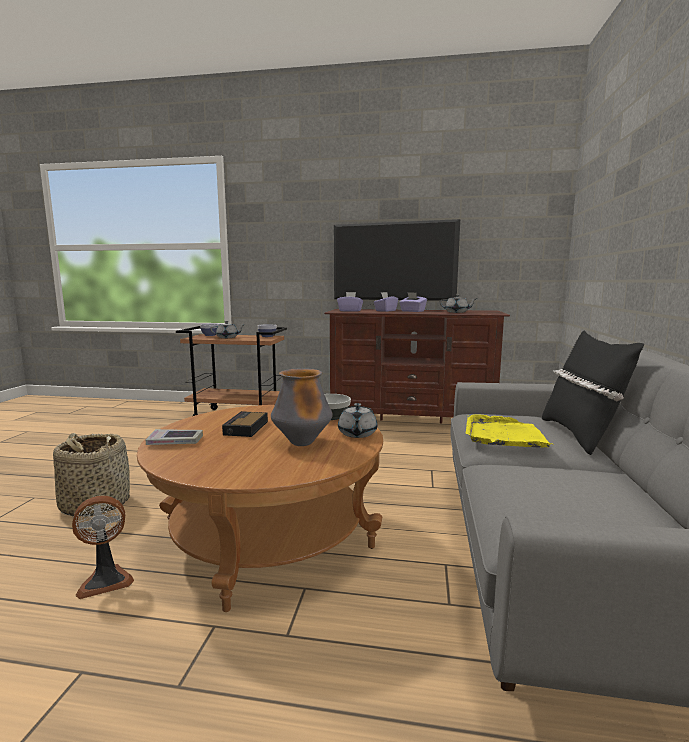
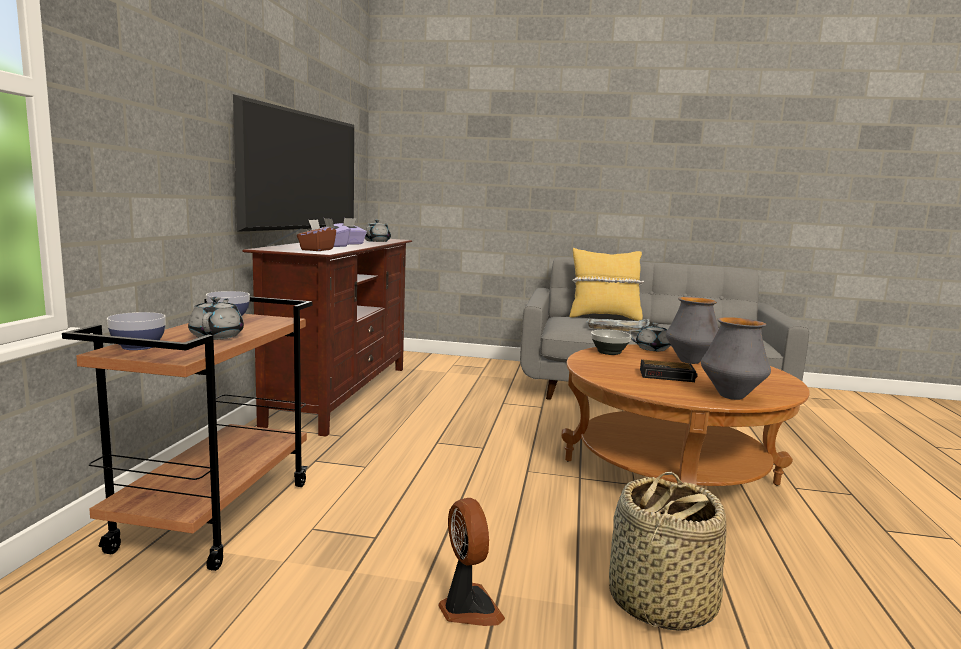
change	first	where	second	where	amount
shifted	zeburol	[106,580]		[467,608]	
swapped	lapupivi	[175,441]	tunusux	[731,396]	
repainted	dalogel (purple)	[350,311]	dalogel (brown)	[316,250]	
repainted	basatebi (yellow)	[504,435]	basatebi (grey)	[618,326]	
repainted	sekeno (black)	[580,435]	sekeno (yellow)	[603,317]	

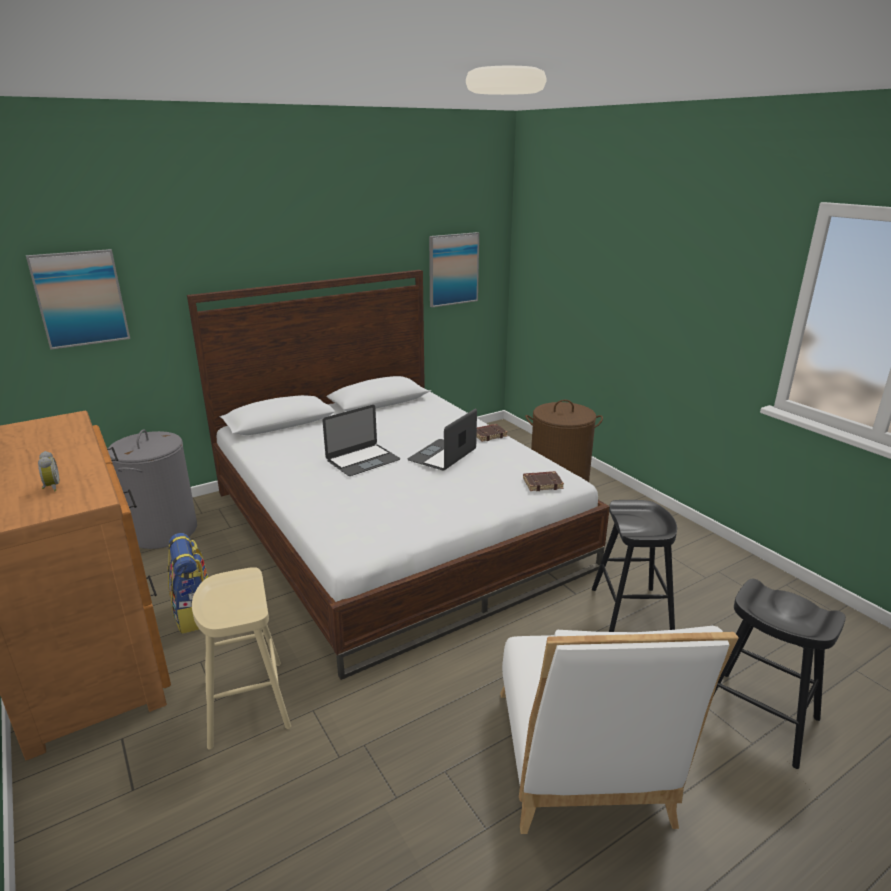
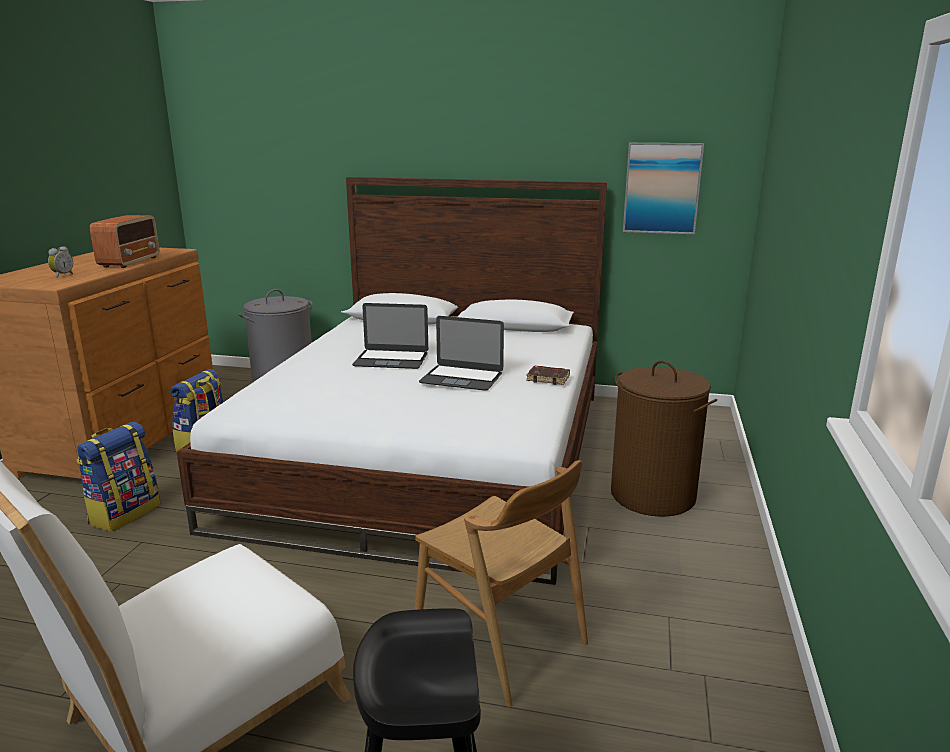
change	first	where	second	where	amount
gone	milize	[80,298]			
swapped	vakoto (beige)	[247,703]	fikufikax	[124,513]	
rotated	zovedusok	[442,455]		[461,378]	150 degrees counterclockwise
gone	lapupivi (brown)	[542,483]			
swapped	vakoto (black)	[631,612]	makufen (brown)	[500,641]	
new			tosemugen	[130,262]	

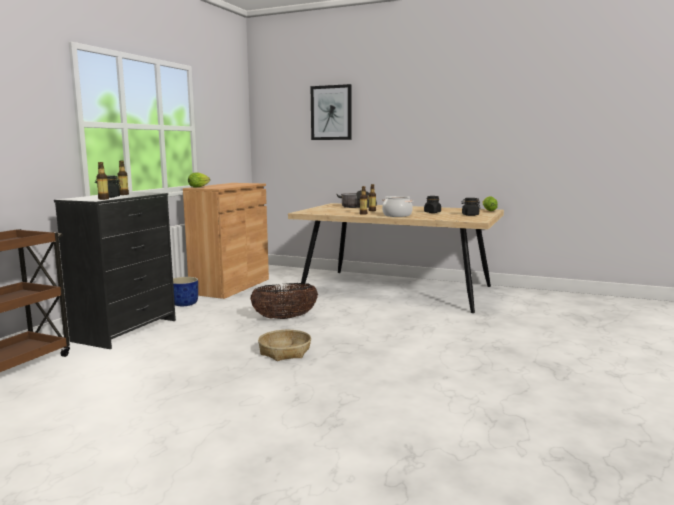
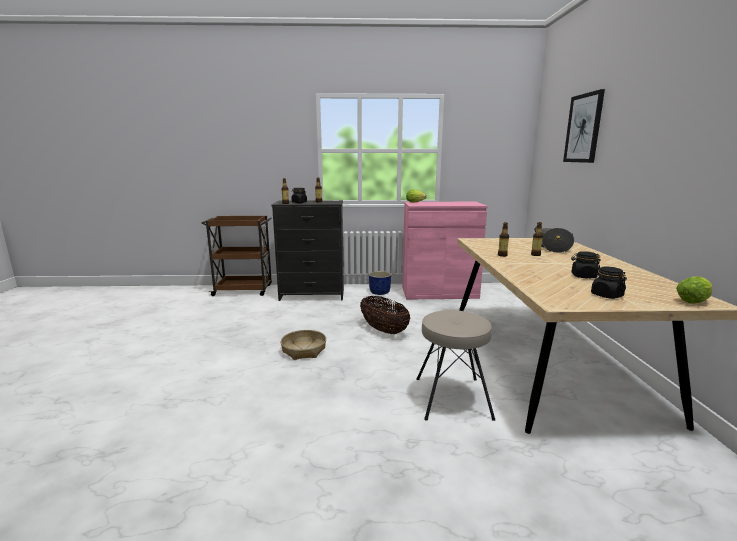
change	first	where	second	where	amount
repainted	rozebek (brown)	[231,286]	rozebek (pink)	[439,293]	
gone	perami	[397,215]			
new			vakoto (beige)	[451,398]	

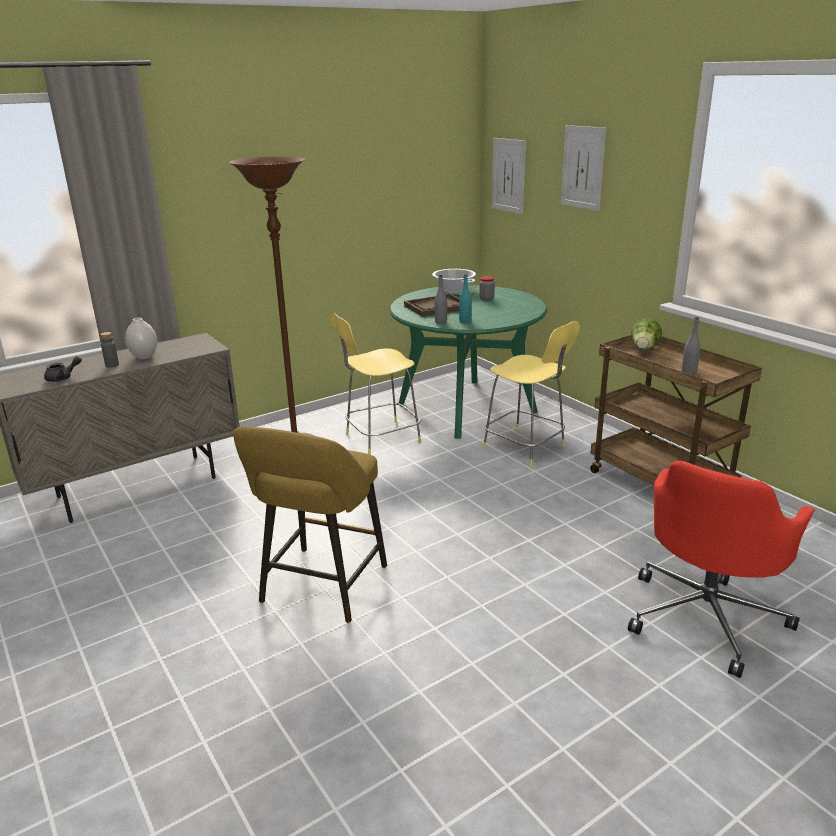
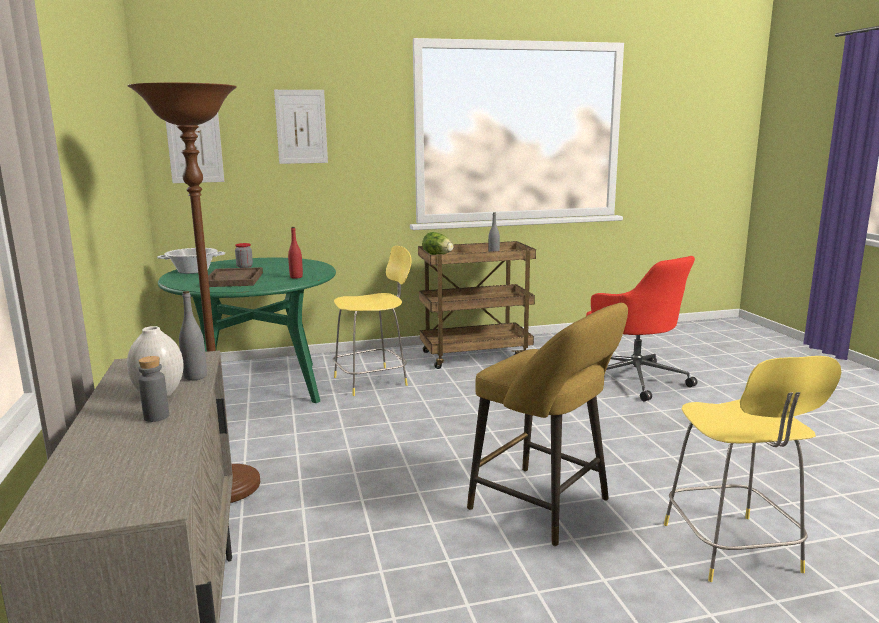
change	first	where	second	where	amount
gone	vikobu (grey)	[63,378]			
shifted	vakoto (yellow)	[380,439]		[732,550]	
shifted	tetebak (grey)	[441,322]		[195,377]	
repainted	tetebak (turquoise)	[465,321]	tetebak (red)	[296,277]	

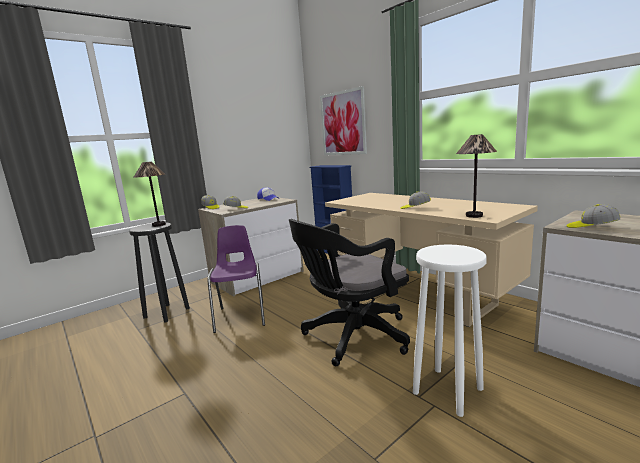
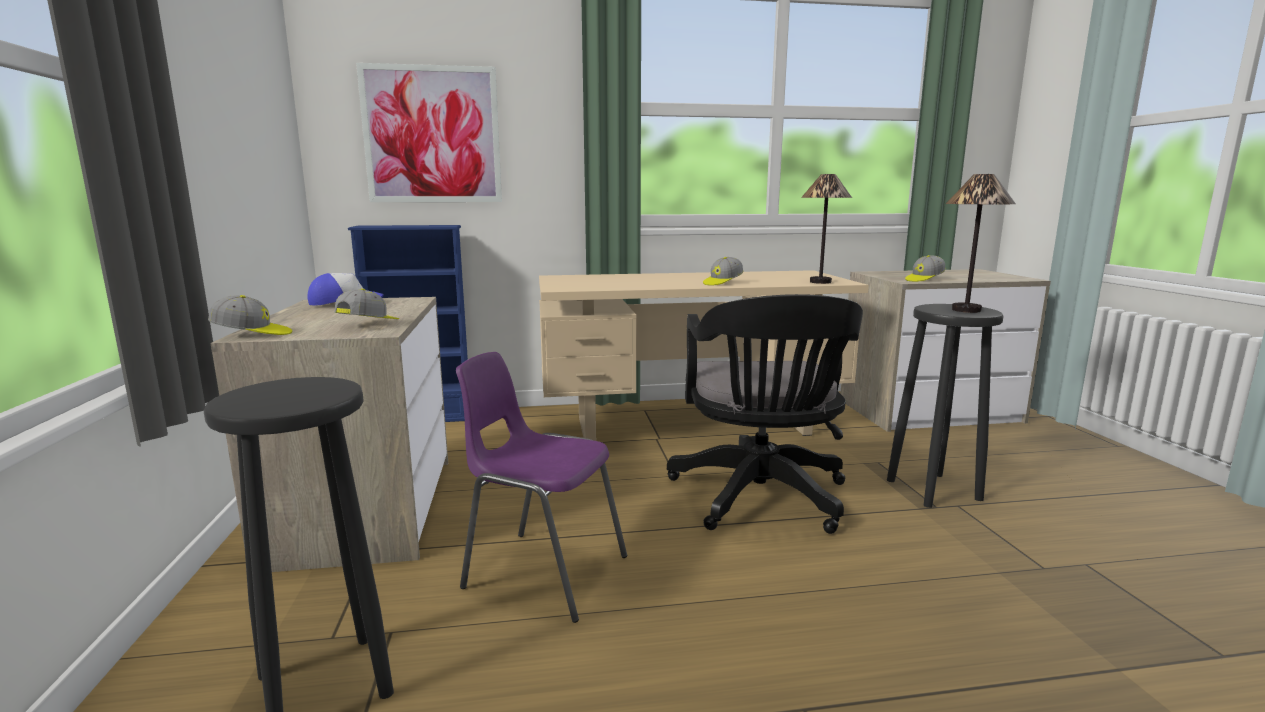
change	first	where	second	where	amount
shifted	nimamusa	[159,225]		[965,310]	
repainted	vakoto (white)	[448,391]	vakoto (black)	[934,489]	

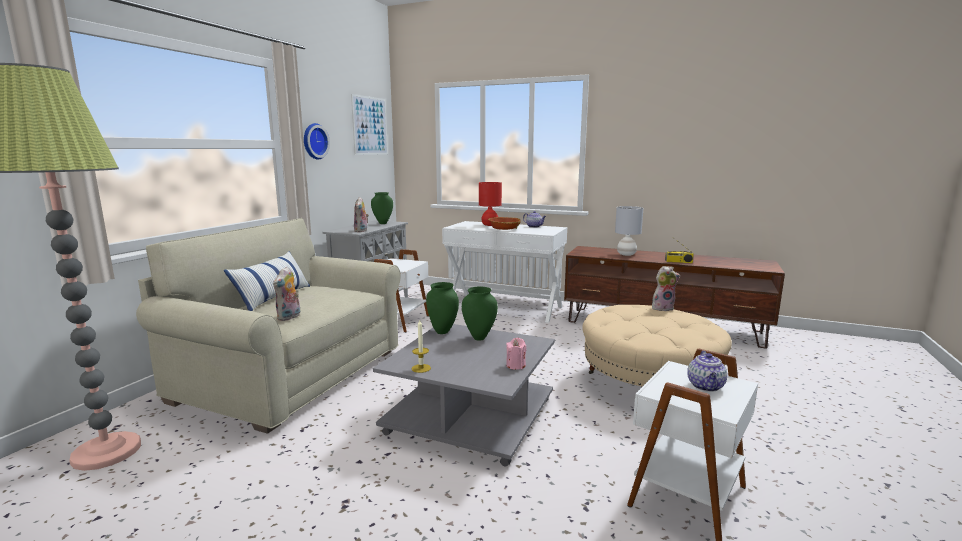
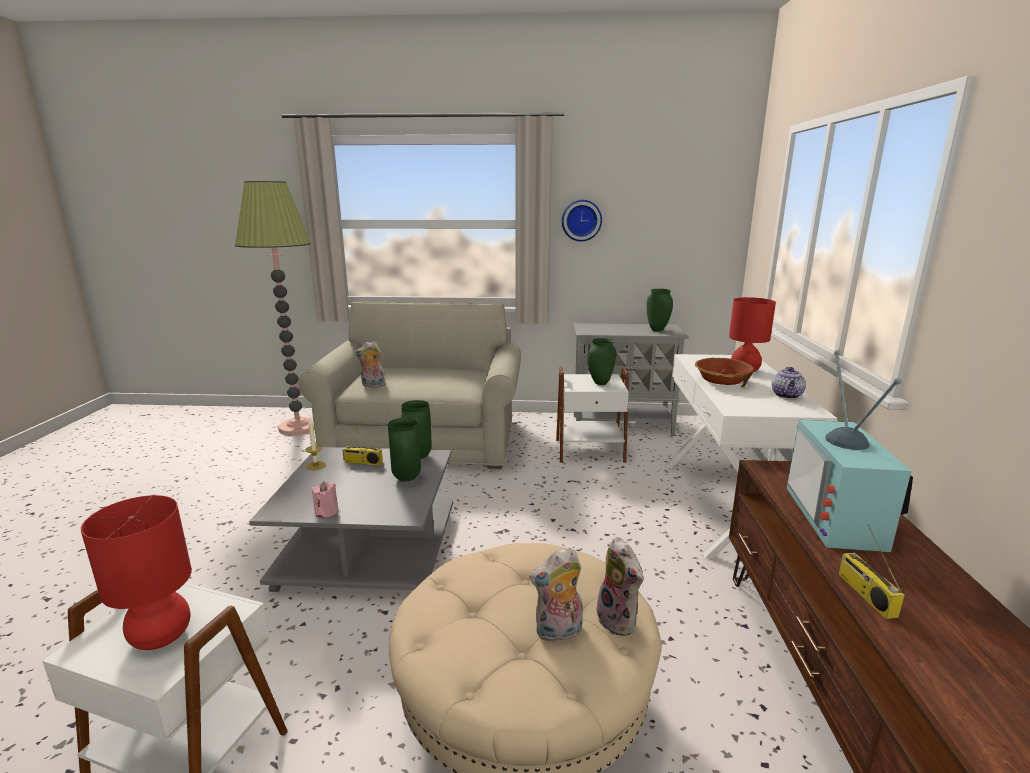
change	first	where	second	where	amount
gone	sekeno	[273,298]			
gone	milize	[370,126]			
shifted	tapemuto	[361,231]		[558,632]	
swapped	nimamusa (grey)	[626,254]	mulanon	[841,518]	
swapped	vikobu	[706,386]	nimamusa (red)	[160,637]	
new			tosemugen	[362,462]	
new			tunusux (green)	[600,383]	

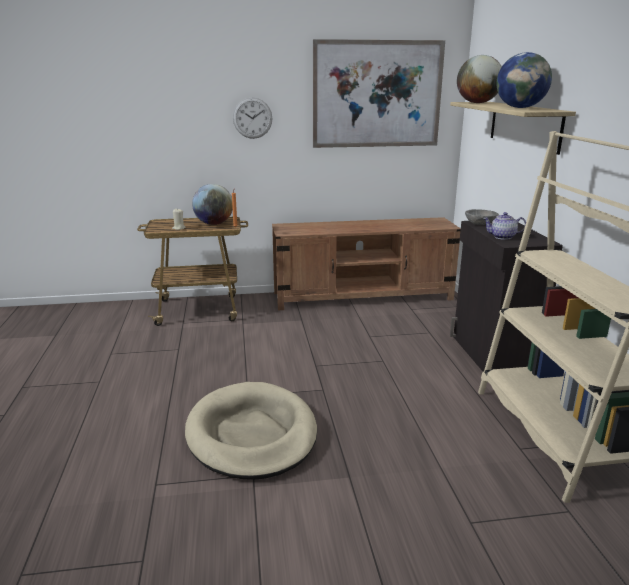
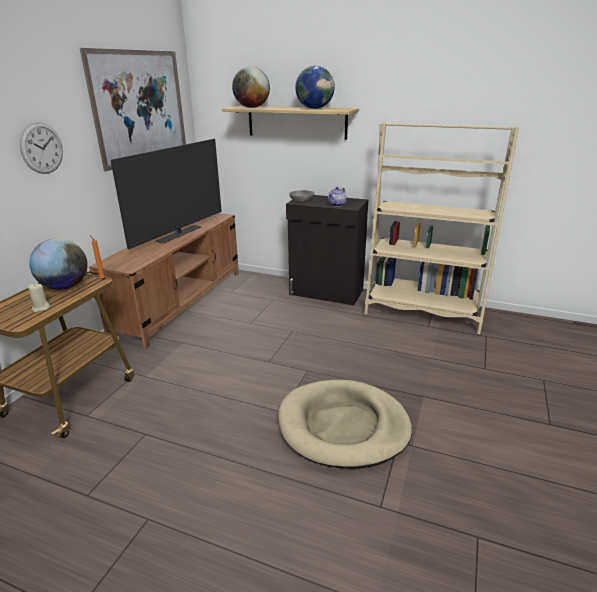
change	first	where	second	where	amount
new			mulanon	[179,234]	

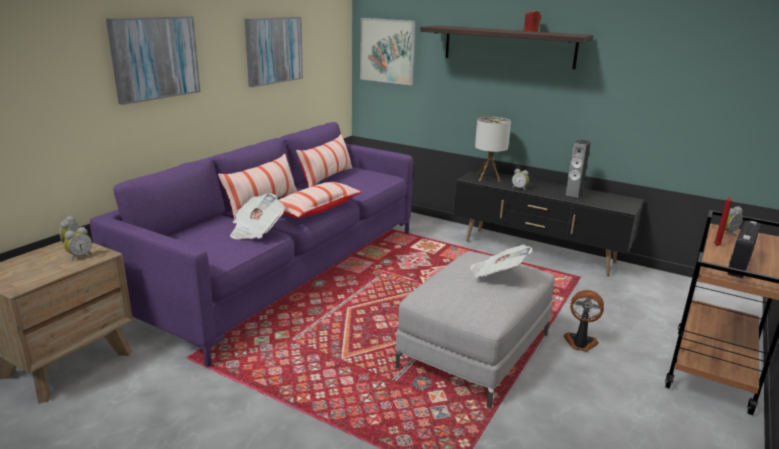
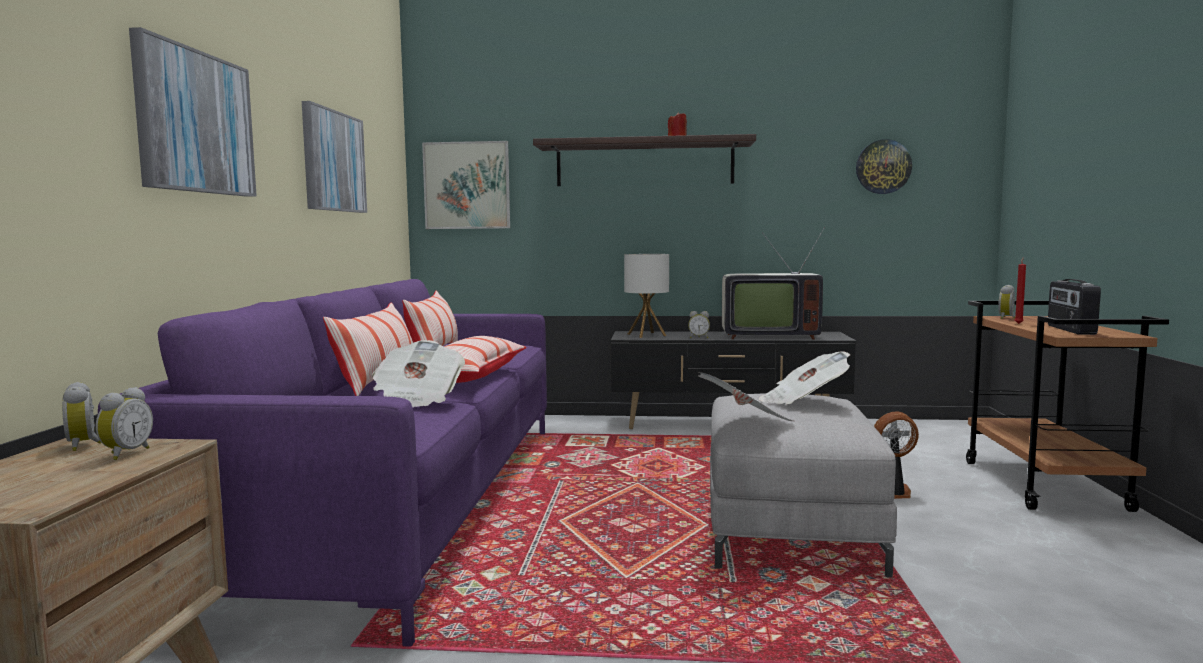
change	first	where	second	where	amount
swapped	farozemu	[573,196]	mulanon	[767,336]	
new			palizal	[745,422]	
new			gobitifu	[883,167]	

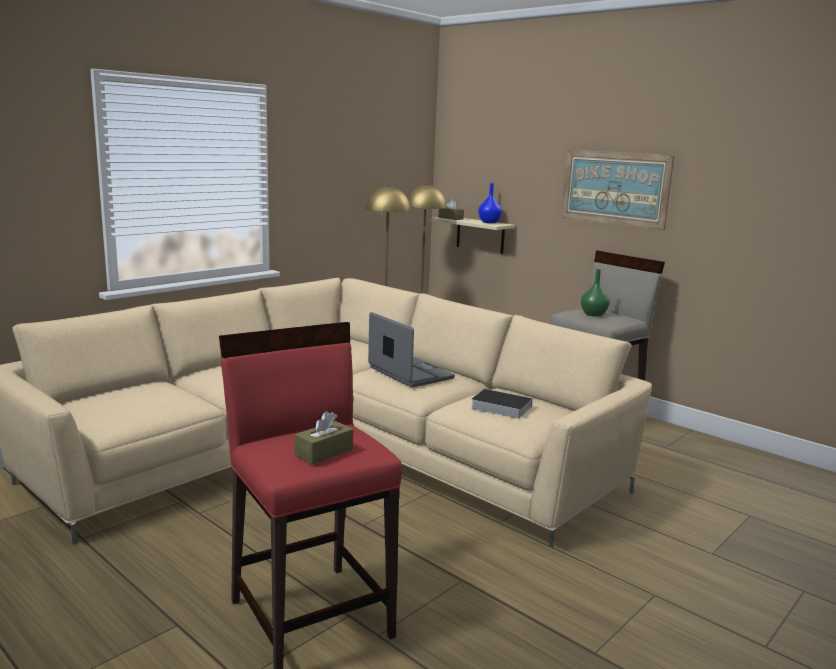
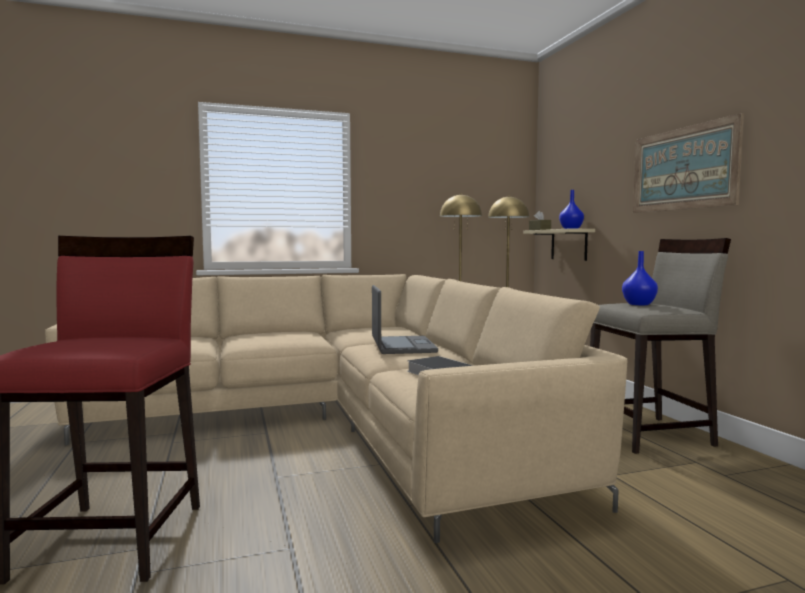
change	first	where	second	where	amount
gone	dalogel (brown)	[324,452]			
repainted	tunusux (green)	[594,314]	tunusux (blue)	[639,304]	

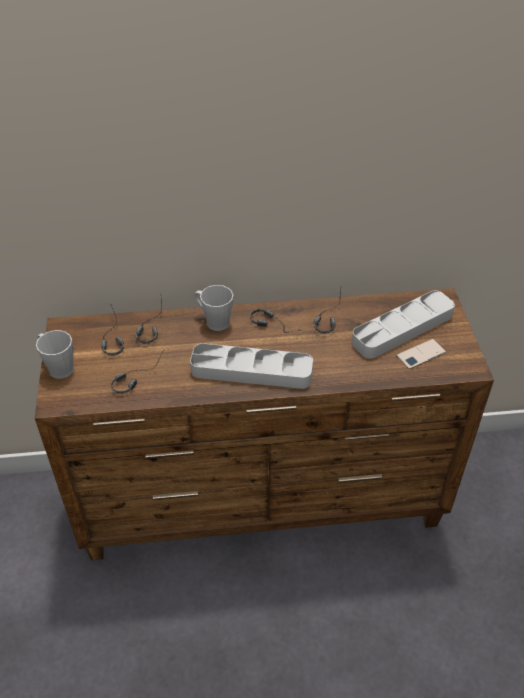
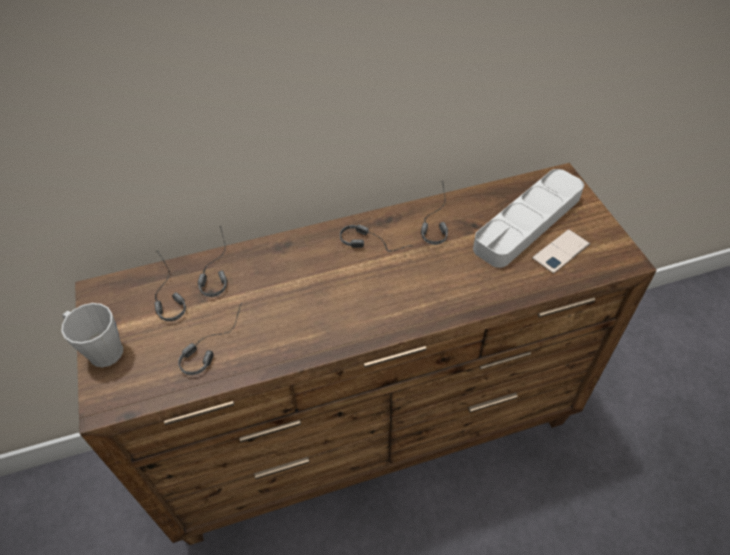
change	first	where	second	where	amount
gone	basatebi (grey)	[251,371]			
gone	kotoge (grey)	[213,321]			

